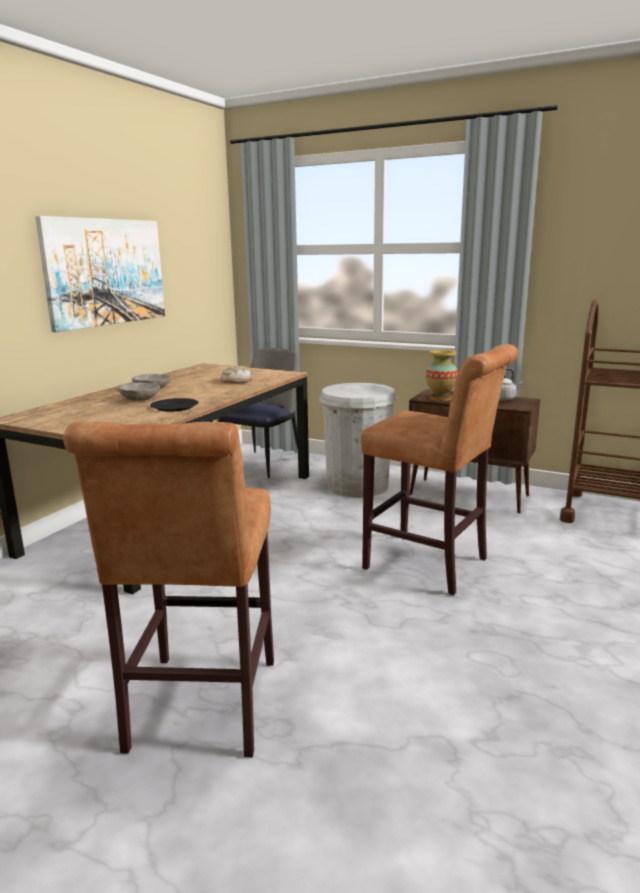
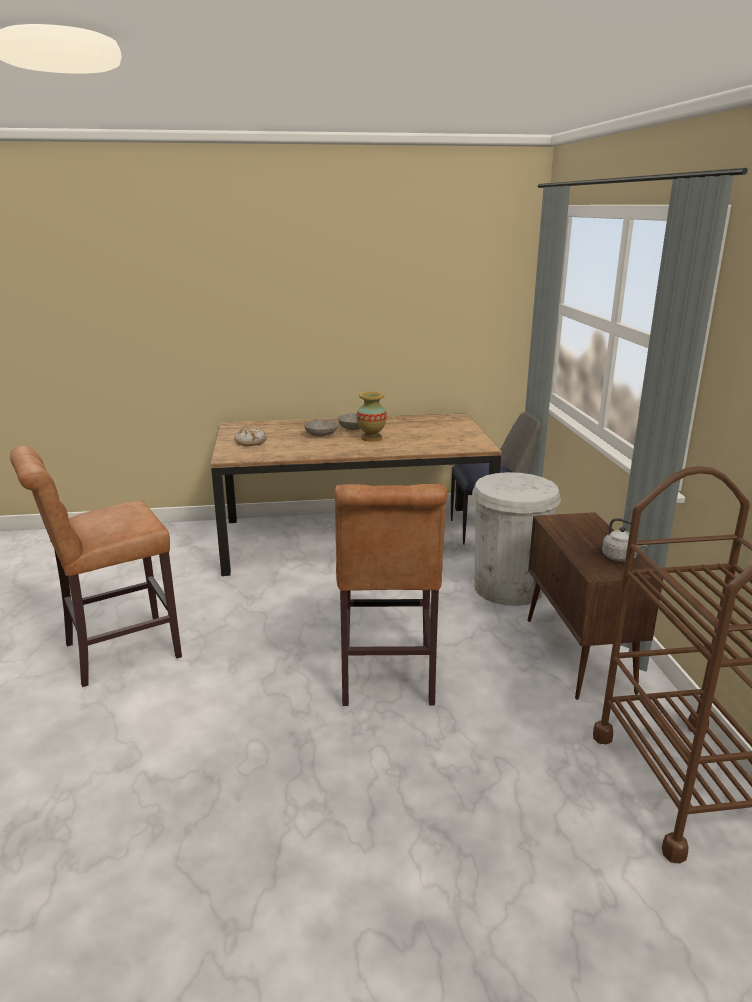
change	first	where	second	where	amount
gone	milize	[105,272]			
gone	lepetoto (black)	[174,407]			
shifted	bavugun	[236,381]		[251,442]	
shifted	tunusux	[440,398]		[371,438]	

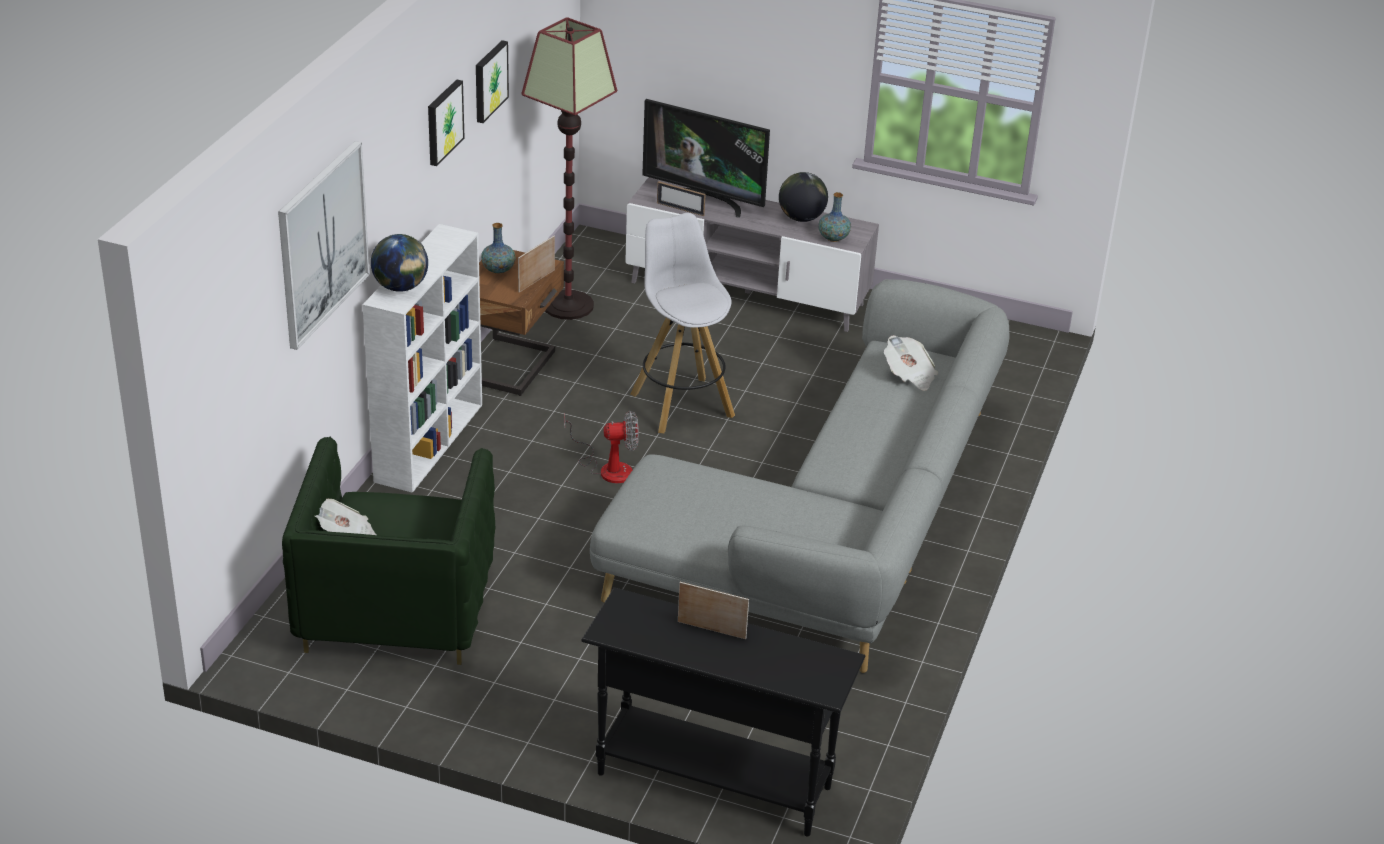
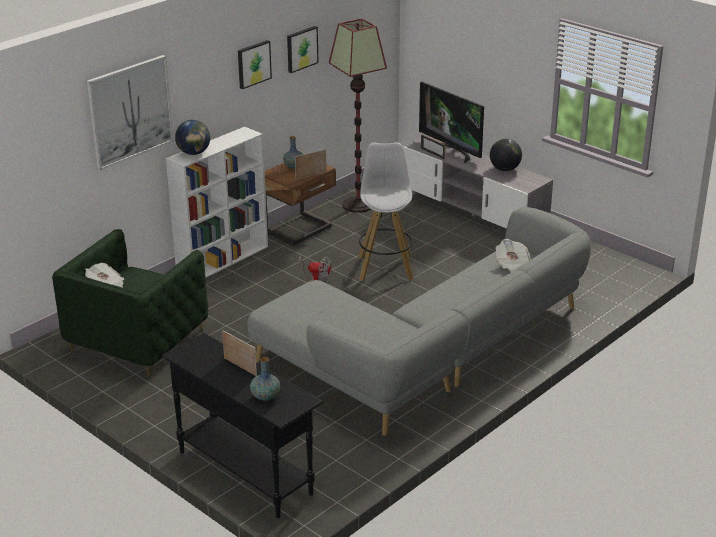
change	first	where	second	where	amount
shifted	tunusux	[833,238]		[265,397]	

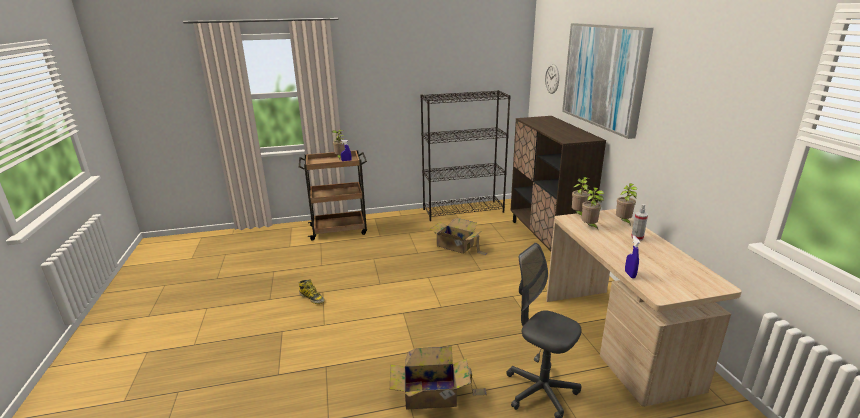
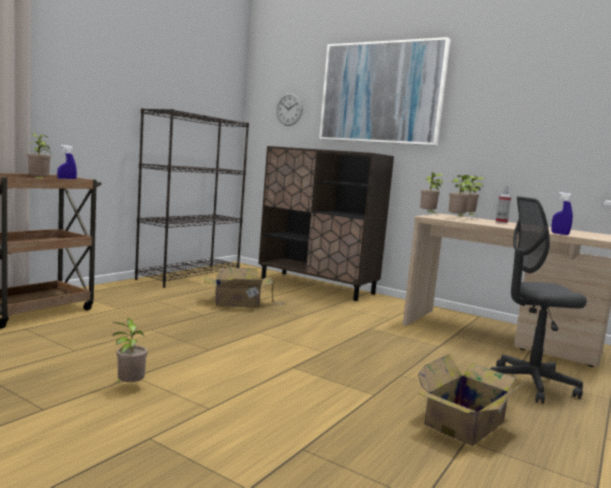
change	first	where	second	where	amount
swapped	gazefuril	[312,298]	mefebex	[129,387]	

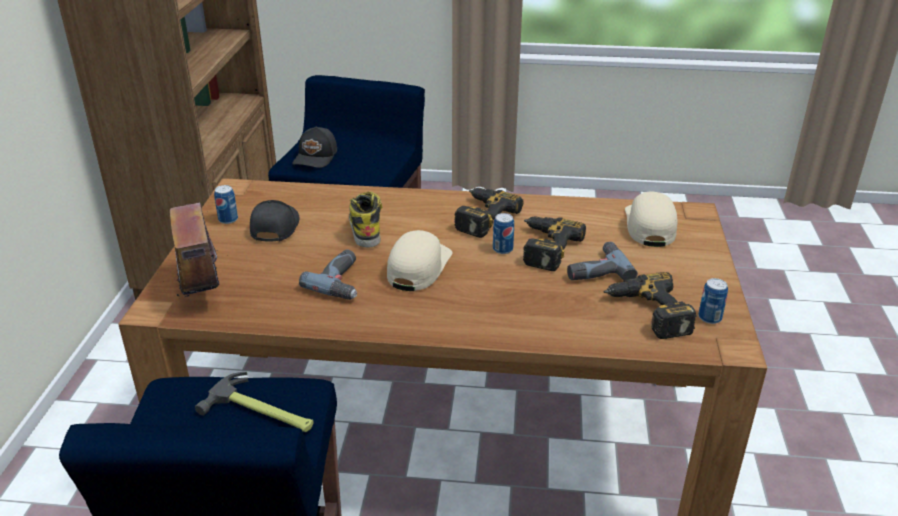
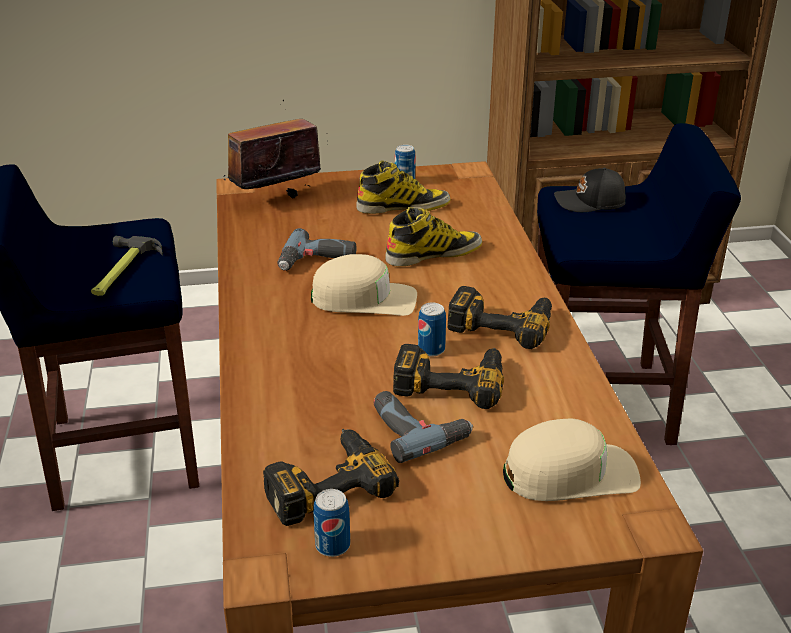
change	first	where	second	where	amount
swapped	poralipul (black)	[274,227]	gazefuril	[403,206]	

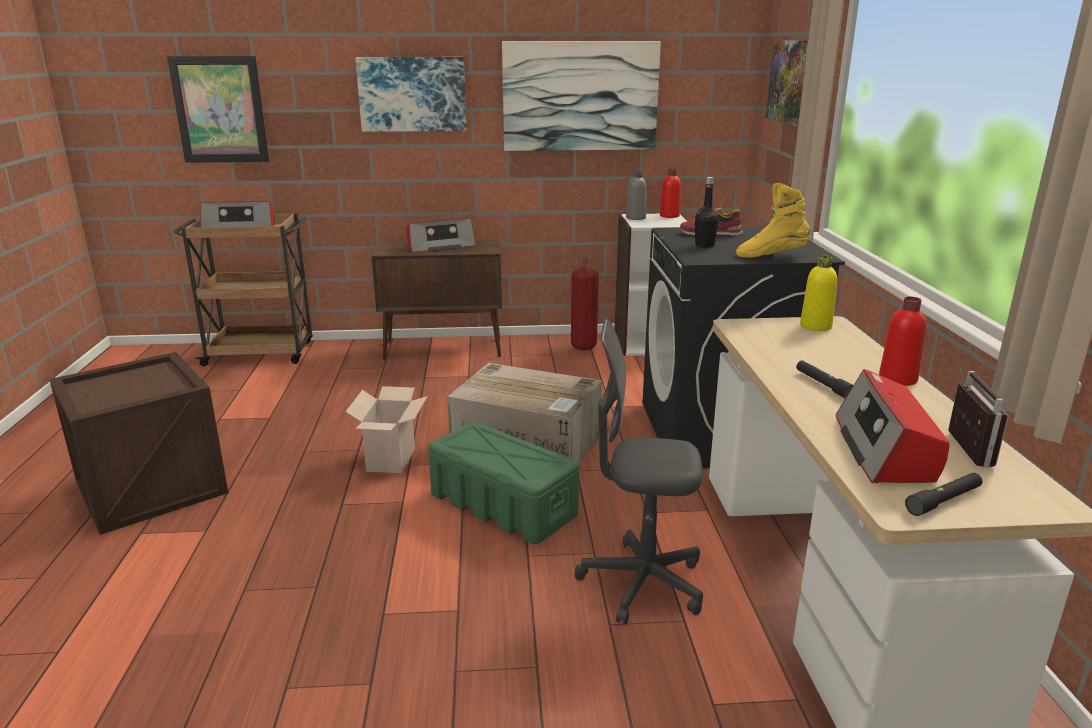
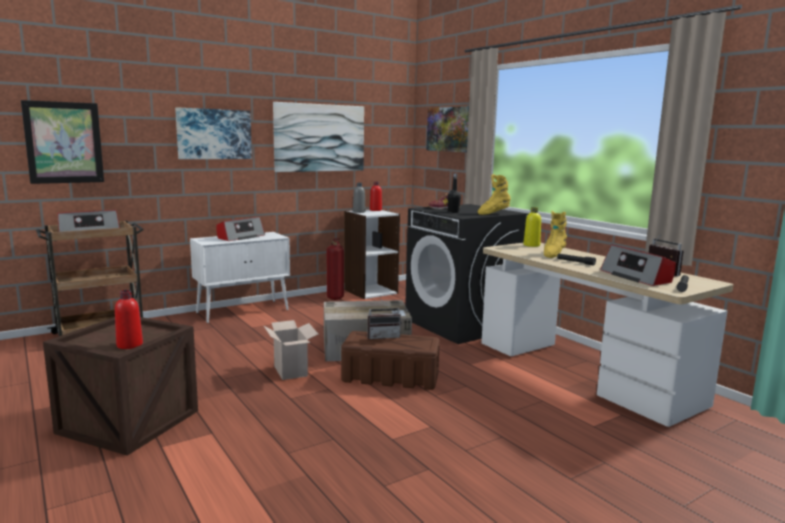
change	first	where	second	where	amount
repainted	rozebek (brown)	[444,349]	rozebek (white)	[243,311]	
repainted	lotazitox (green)	[504,505]	lotazitox (brown)	[391,377]	
gone	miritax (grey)	[642,583]			
shifted	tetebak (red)	[898,379]		[129,345]	
new			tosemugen	[383,336]	
new			gazefuril (yellow)	[553,254]	

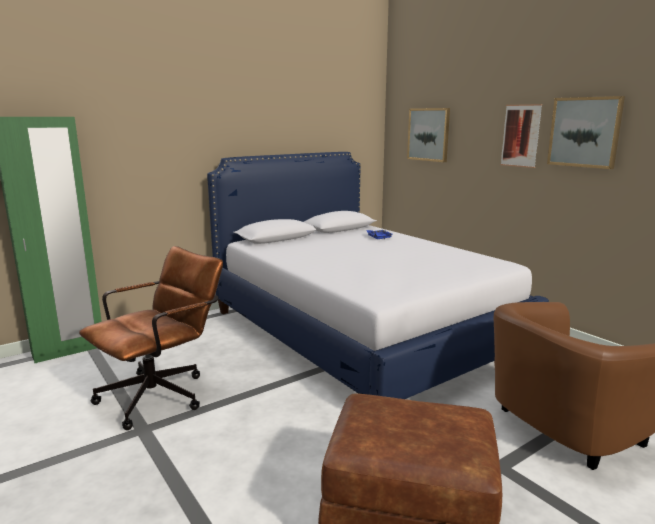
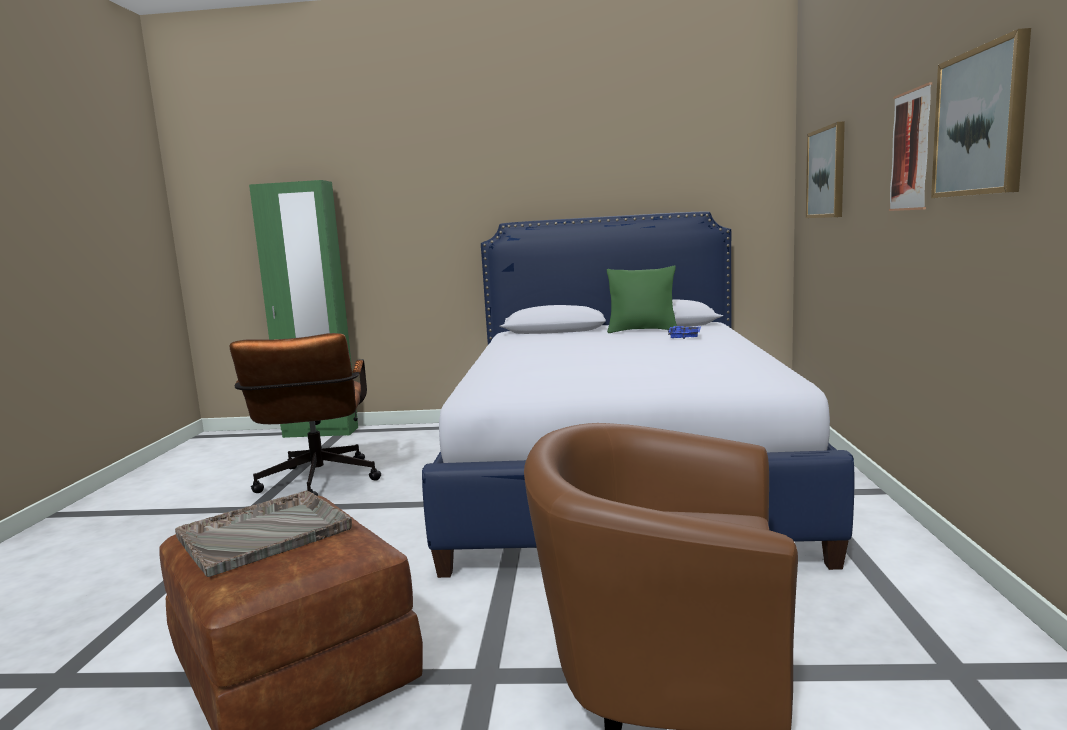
change	first	where	second	where	amount
rotated	miritax (brown)	[162,394]		[317,485]	90 degrees clockwise
new			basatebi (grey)	[266,533]	
new			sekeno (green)	[642,330]	

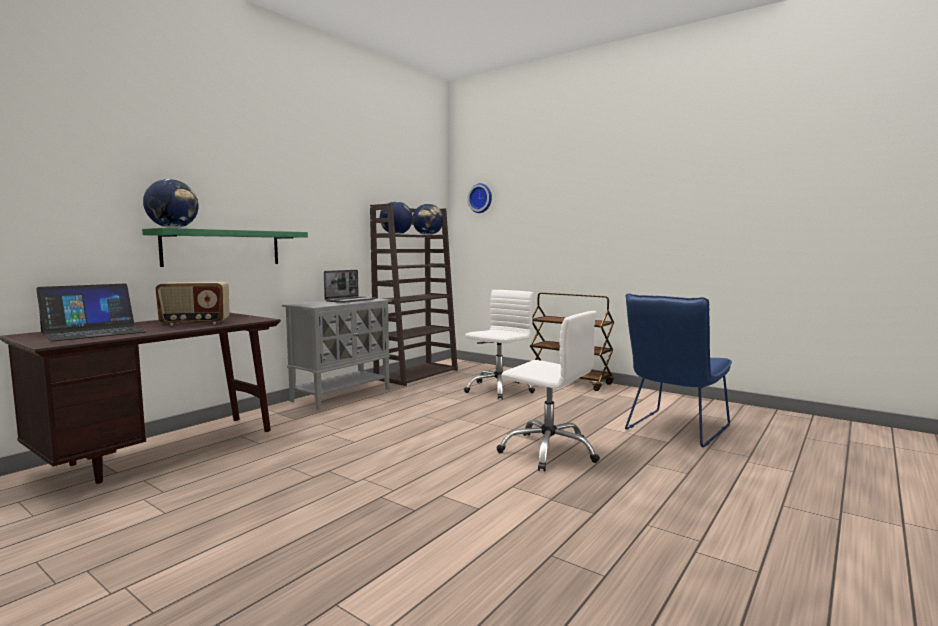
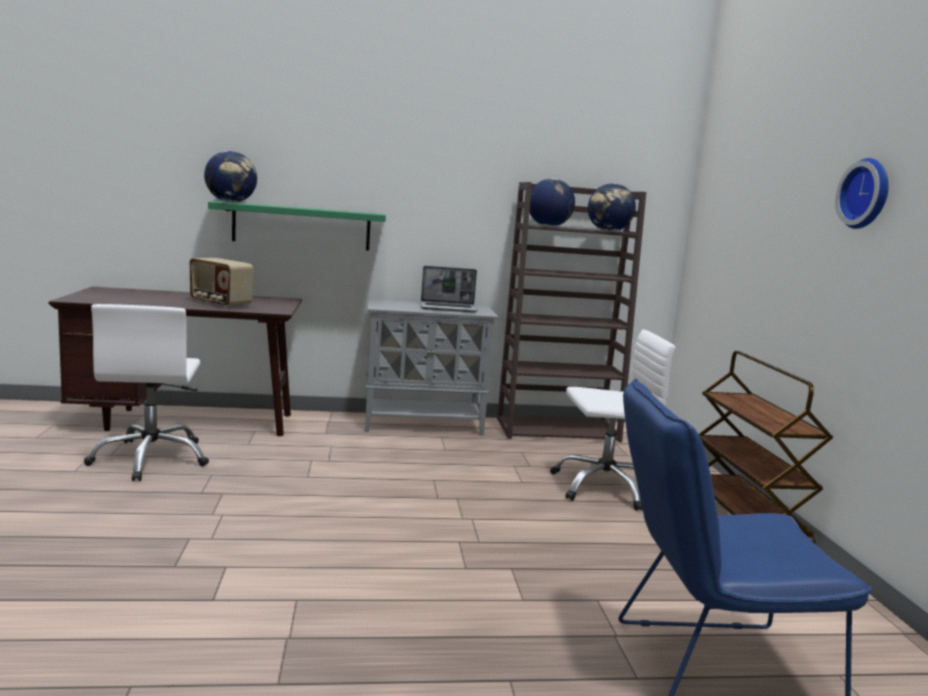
change	first	where	second	where	amount
gone	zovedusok	[94,332]			
shifted	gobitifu	[481,198]		[867,194]	
shifted	miritax (white)	[549,451]		[151,458]	

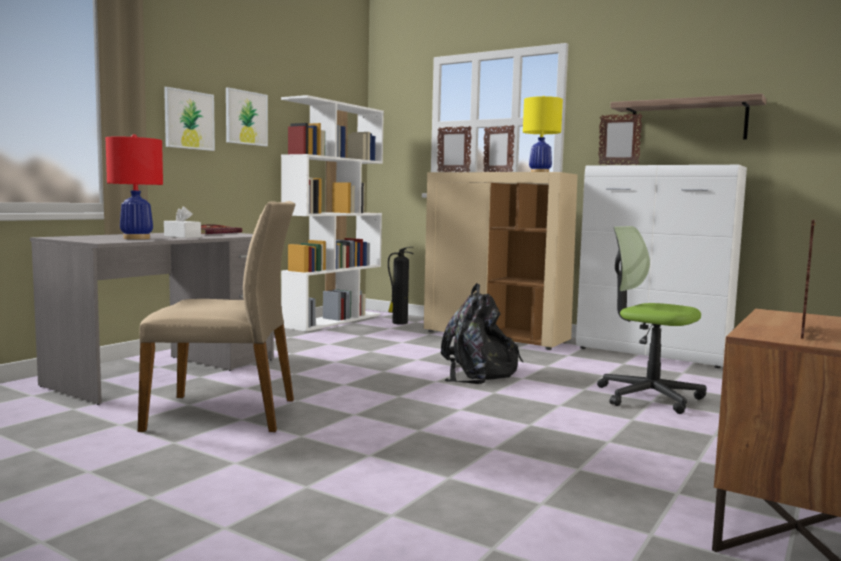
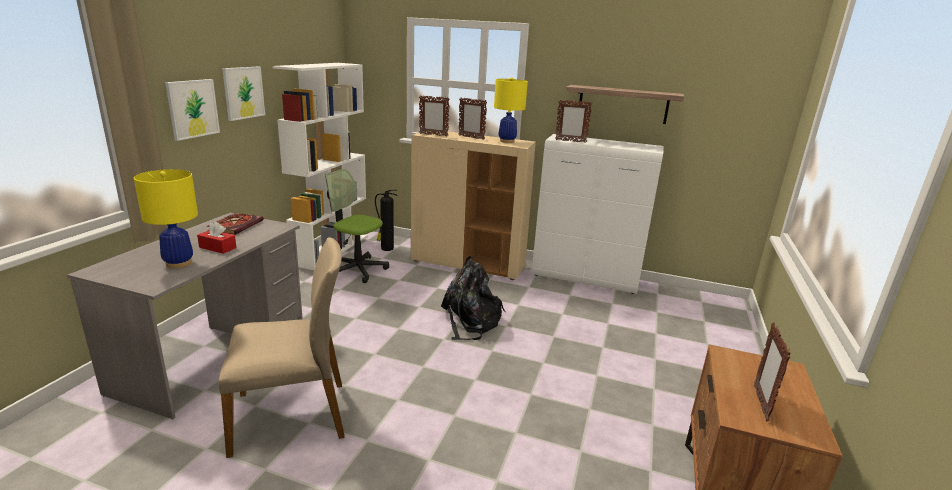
change	first	where	second	where	amount
repainted	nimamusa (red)	[136,238]	nimamusa (yellow)	[178,263]	
repainted	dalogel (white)	[182,236]	dalogel (red)	[217,247]	
shifted	miritax	[648,397]		[357,270]	

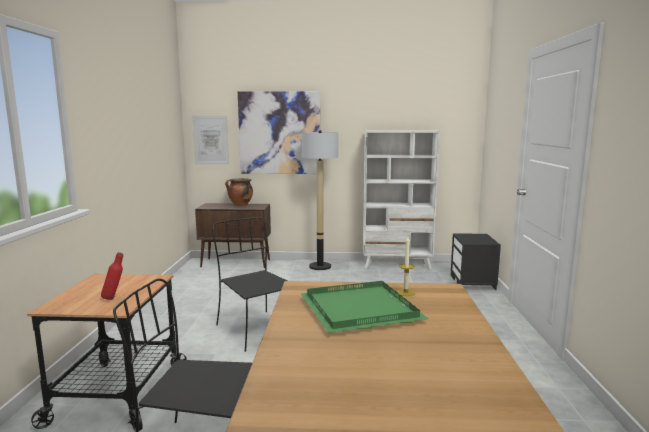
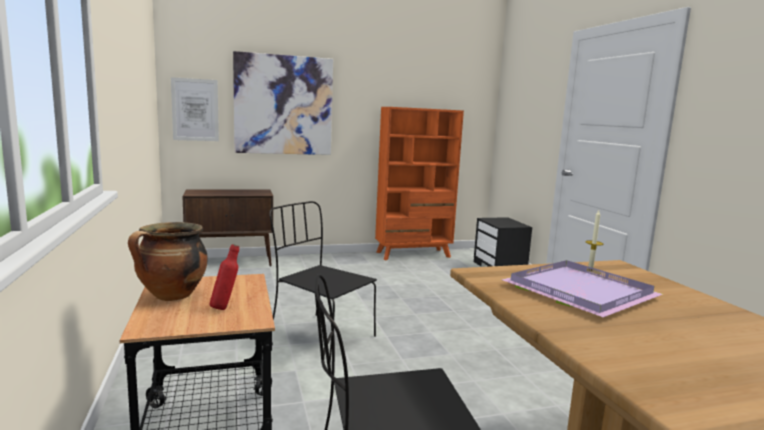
change	first	where	second	where	amount
shifted	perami	[240,205]		[172,296]	
repainted	basatebi (green)	[362,310]	basatebi (purple)	[583,292]	
gone	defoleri	[320,266]			
repainted	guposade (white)	[397,265]	guposade (orange)	[413,254]	

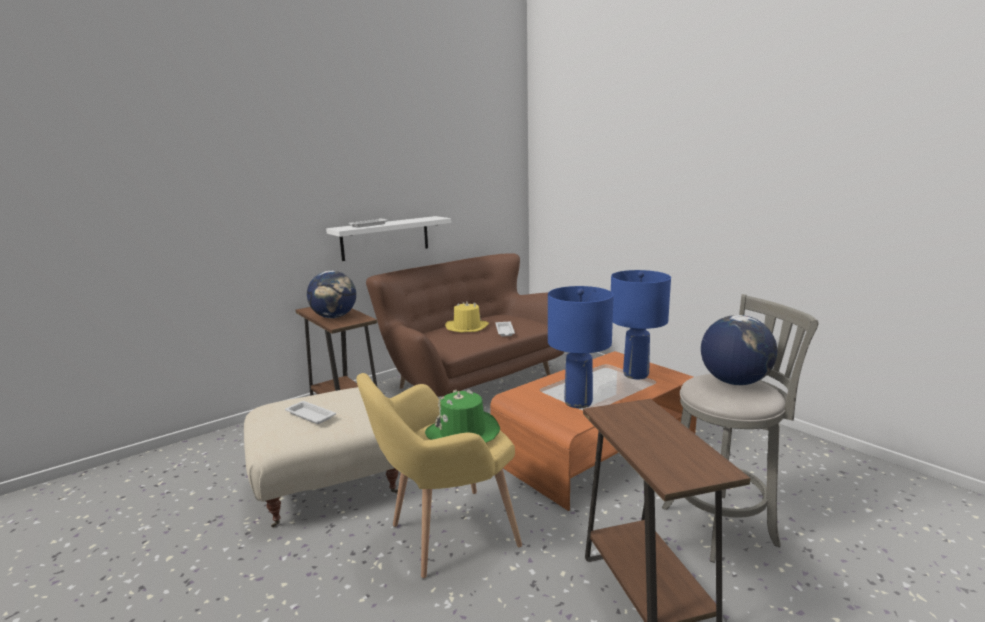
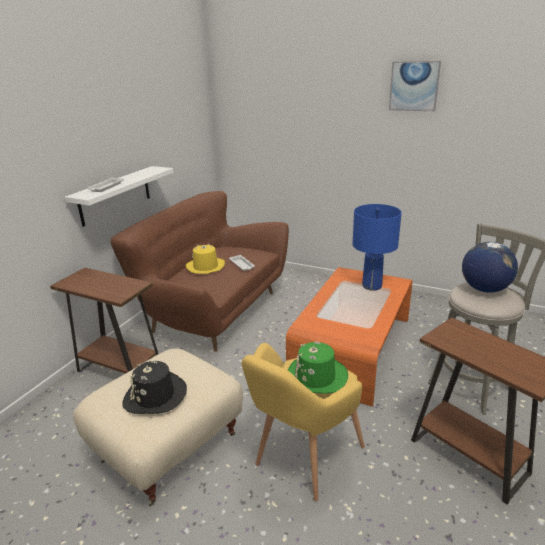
change	first	where	second	where	amount
swapped	basatebi (white)	[309,415]	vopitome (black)	[155,396]	
gone	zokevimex	[334,317]			
gone	nimamusa (blue)	[577,402]			
new			milize	[414,86]	

